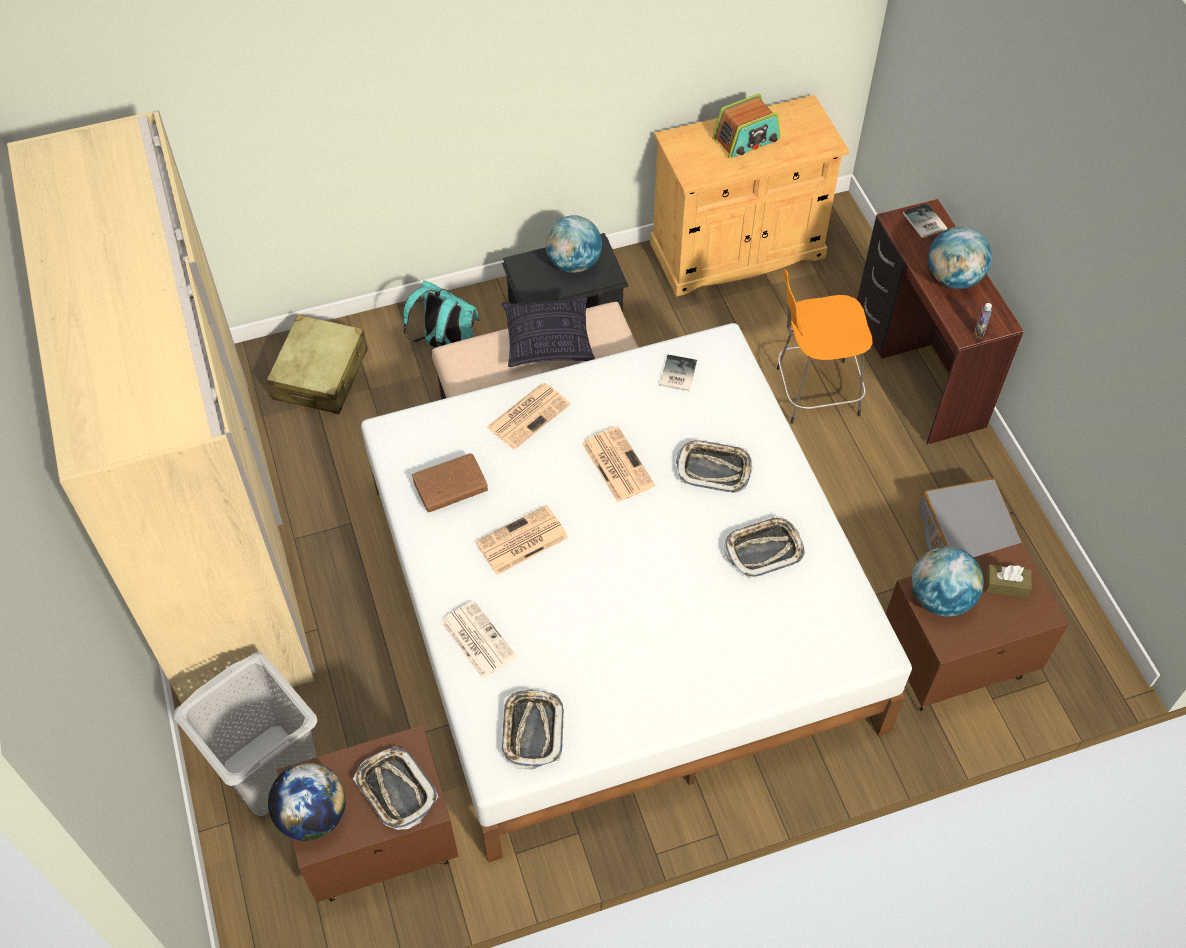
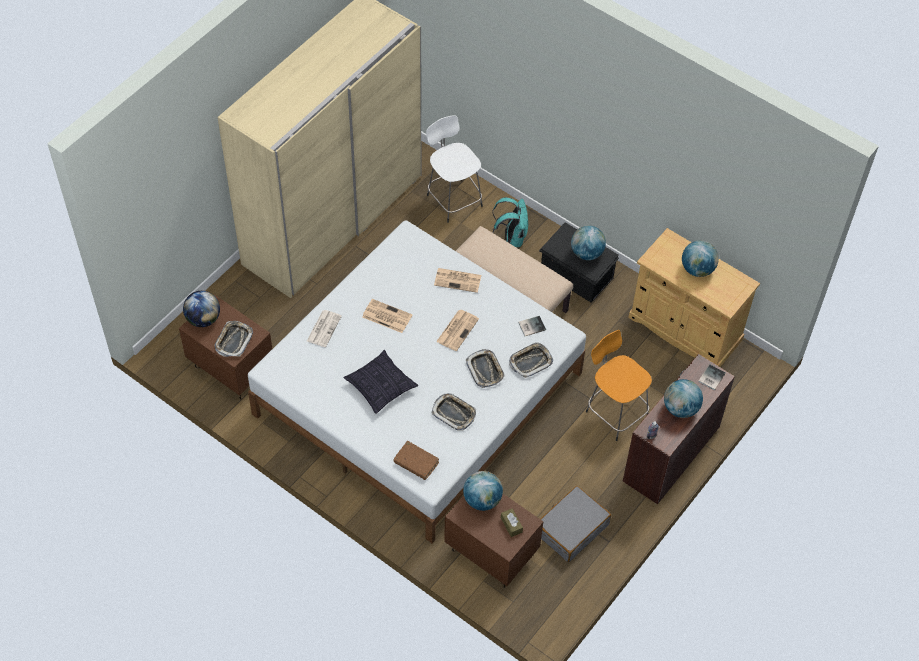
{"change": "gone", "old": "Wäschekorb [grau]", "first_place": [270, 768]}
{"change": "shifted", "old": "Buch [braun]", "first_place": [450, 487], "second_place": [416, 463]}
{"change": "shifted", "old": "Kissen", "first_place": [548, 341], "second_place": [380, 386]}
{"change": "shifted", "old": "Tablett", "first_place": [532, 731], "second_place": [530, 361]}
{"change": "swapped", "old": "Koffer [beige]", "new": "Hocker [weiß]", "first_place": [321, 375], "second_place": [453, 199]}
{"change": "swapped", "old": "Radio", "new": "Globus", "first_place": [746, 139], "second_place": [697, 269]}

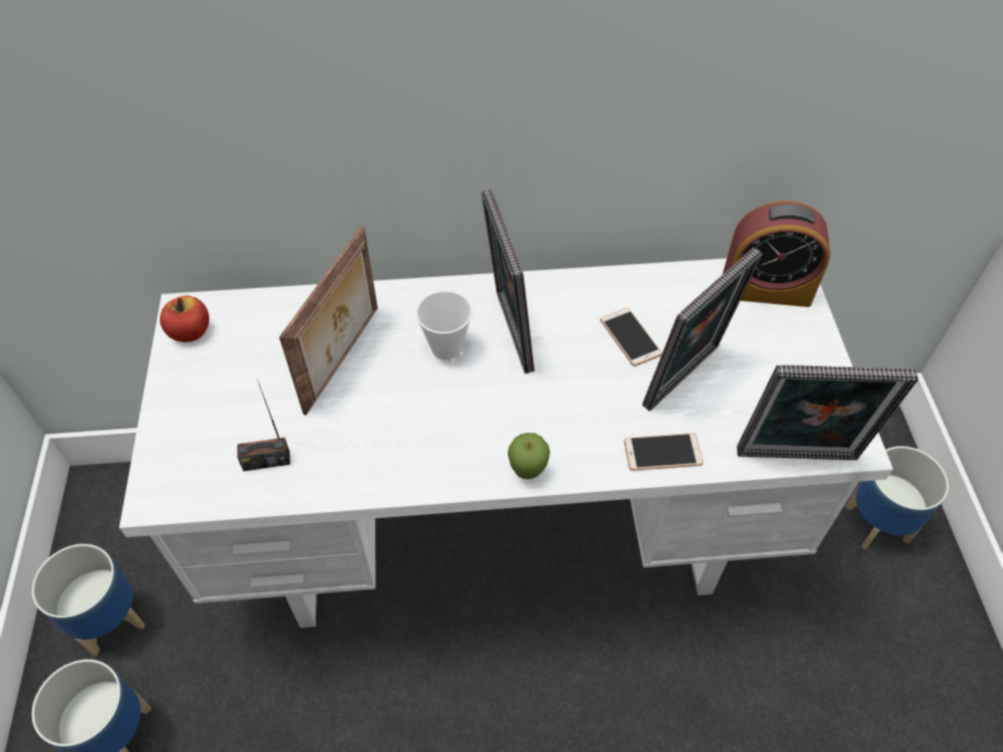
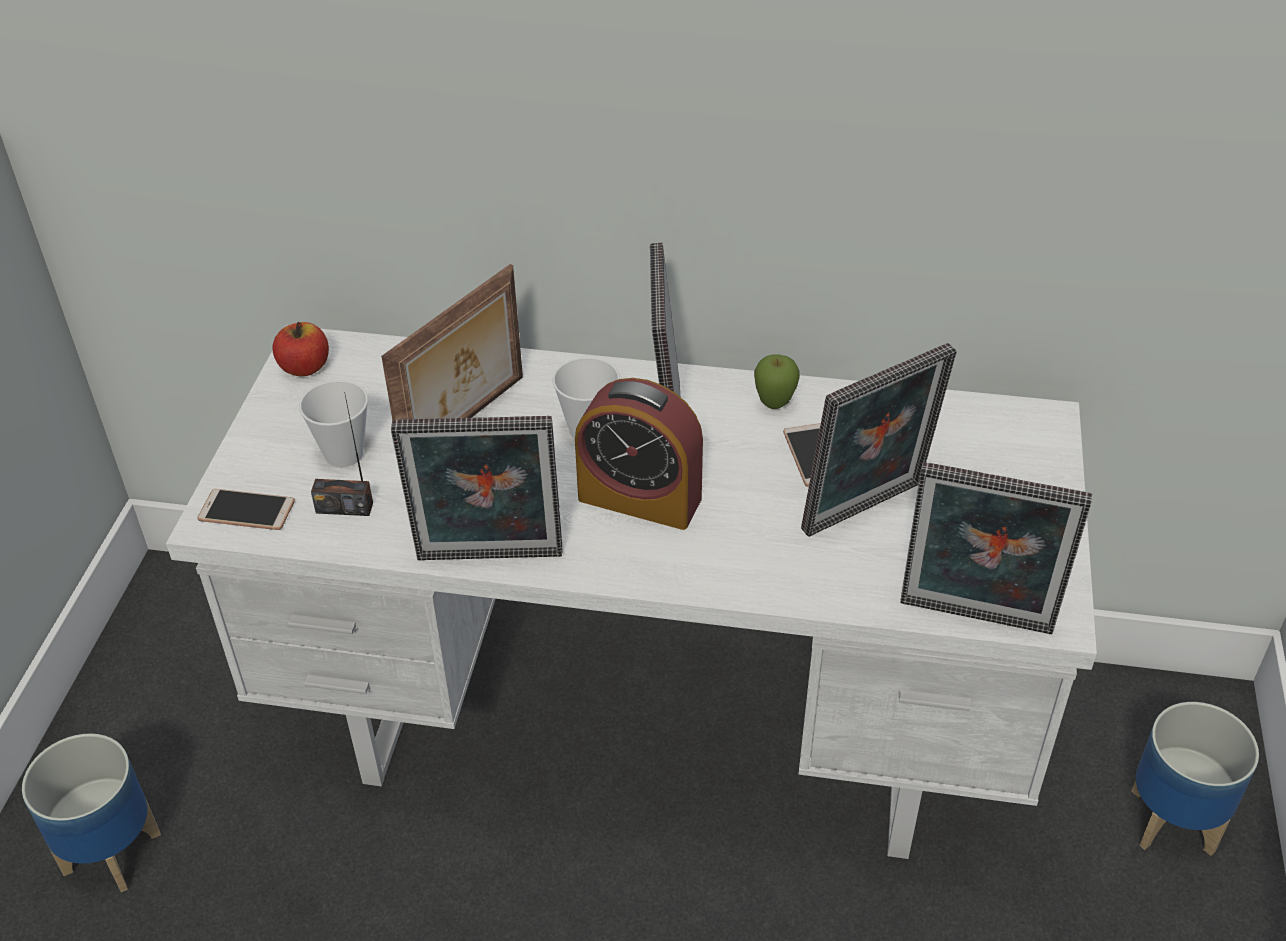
{"change": "gone", "old": "Pflanzkübel", "first_place": [111, 620]}
{"change": "new", "new": "Tasse", "second_place": [344, 454]}
{"change": "new", "new": "Bilderrahmen", "second_place": [489, 561]}
{"change": "shifted", "old": "Apfel", "first_place": [527, 472], "second_place": [774, 405]}
{"change": "shifted", "old": "Handy", "first_place": [662, 452], "second_place": [247, 511]}
{"change": "shifted", "old": "Wecker", "first_place": [766, 289], "second_place": [639, 499]}

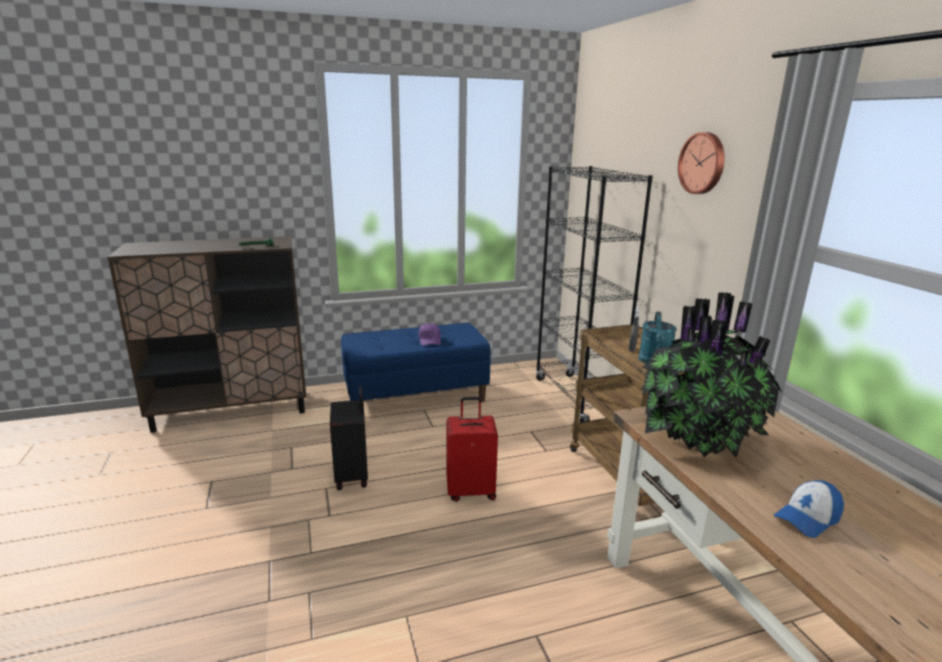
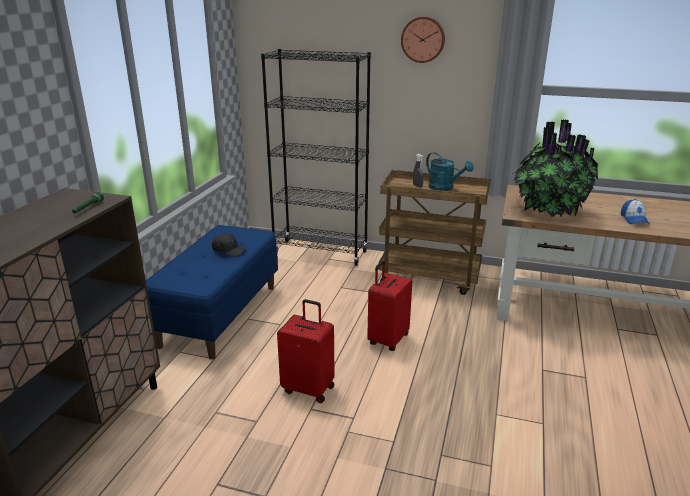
{"change": "repainted", "old": "Koffer [schwarz]", "new": "Koffer [rot]", "first_place": [353, 476], "second_place": [309, 388]}
{"change": "repainted", "old": "Kappe [lila]", "new": "Kappe [schwarz]", "first_place": [430, 340], "second_place": [229, 250]}

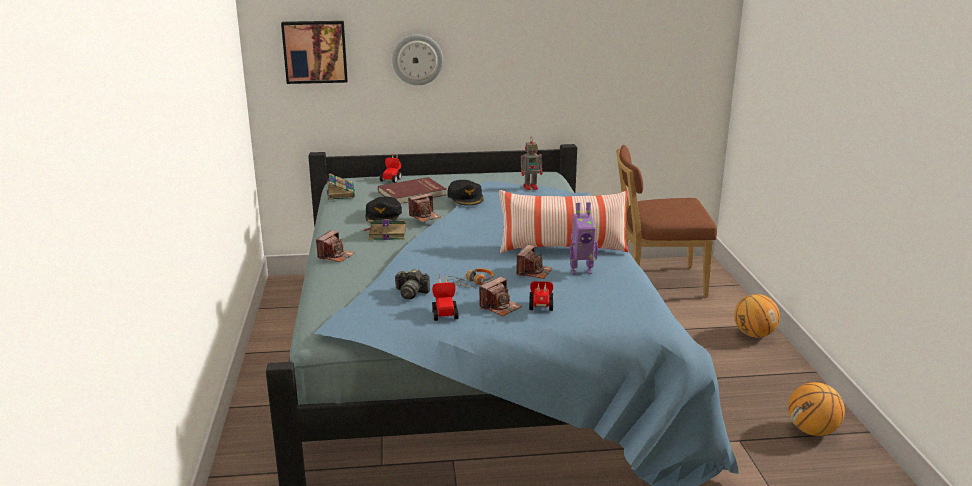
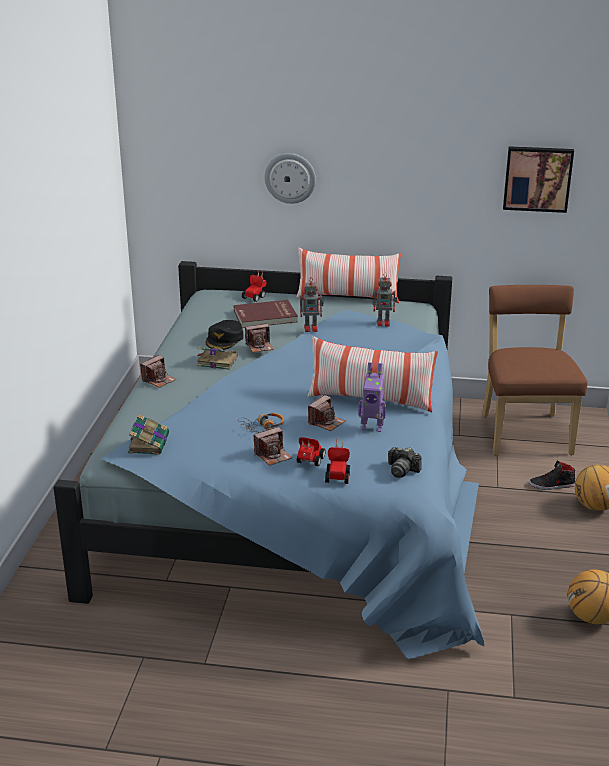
{"change": "new", "new": "Kissen", "second_place": [347, 297]}
{"change": "new", "new": "Schuh [schwarz]", "second_place": [552, 485]}
{"change": "shifted", "old": "Bild", "first_place": [315, 51], "second_place": [537, 178]}
{"change": "shifted", "old": "Buch", "first_place": [340, 193], "second_place": [149, 443]}
{"change": "shifted", "old": "Kamera", "first_place": [411, 293], "second_place": [402, 470]}
{"change": "shifted", "old": "Spielzeugauto", "first_place": [444, 312], "second_place": [338, 475]}
{"change": "swapped", "old": "Kappe [schwarz]", "new": "Spielzeugroboter", "first_place": [466, 197], "second_place": [311, 328]}
{"change": "rotated", "old": "Stuhl [braun]", "first_place": [656, 281], "second_place": [525, 431], "degrees": 75}

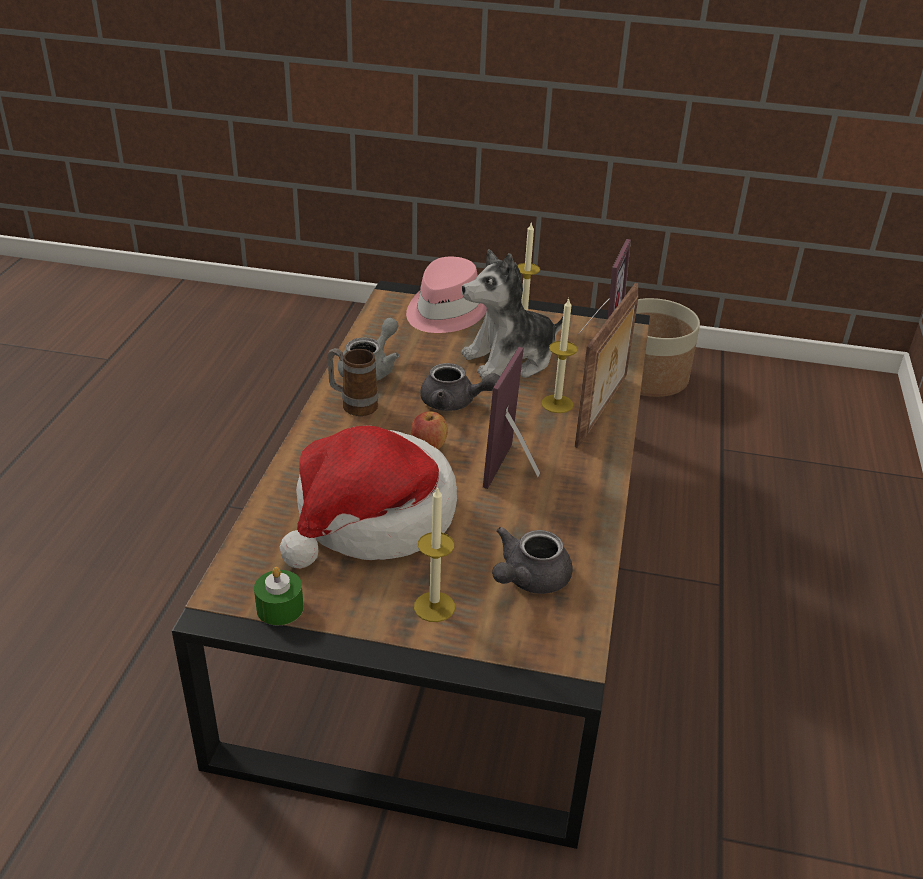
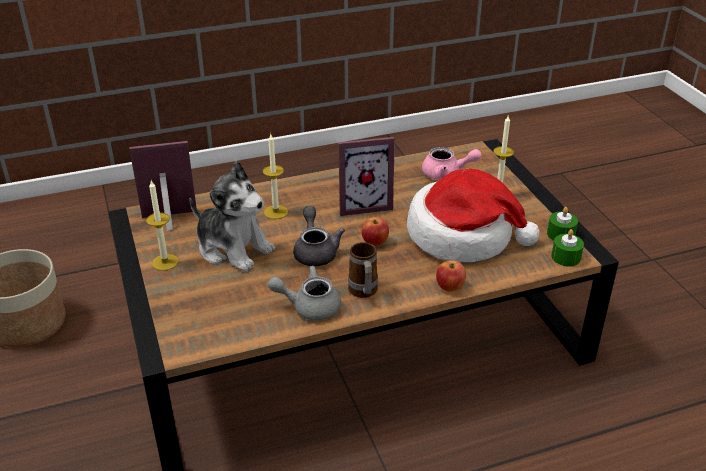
{"change": "gone", "old": "Hut [rosa]", "first_place": [445, 310]}
{"change": "gone", "old": "Bilderrahmen", "first_place": [602, 411]}
{"change": "new", "new": "Apfel", "second_place": [450, 287]}
{"change": "new", "new": "Kerze [grün]", "second_place": [566, 257]}
{"change": "repainted", "old": "Teekanne [grau]", "new": "Teekanne [rosa]", "first_place": [528, 579], "second_place": [446, 174]}

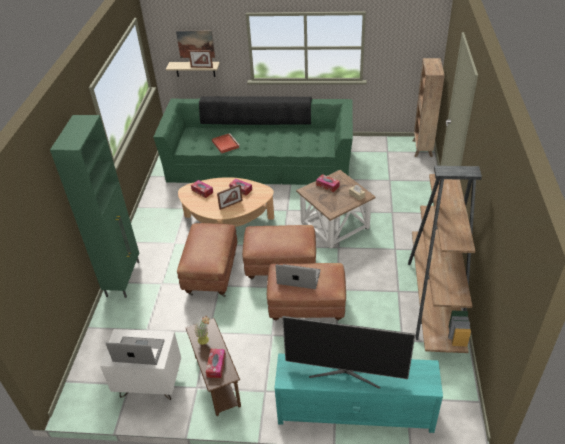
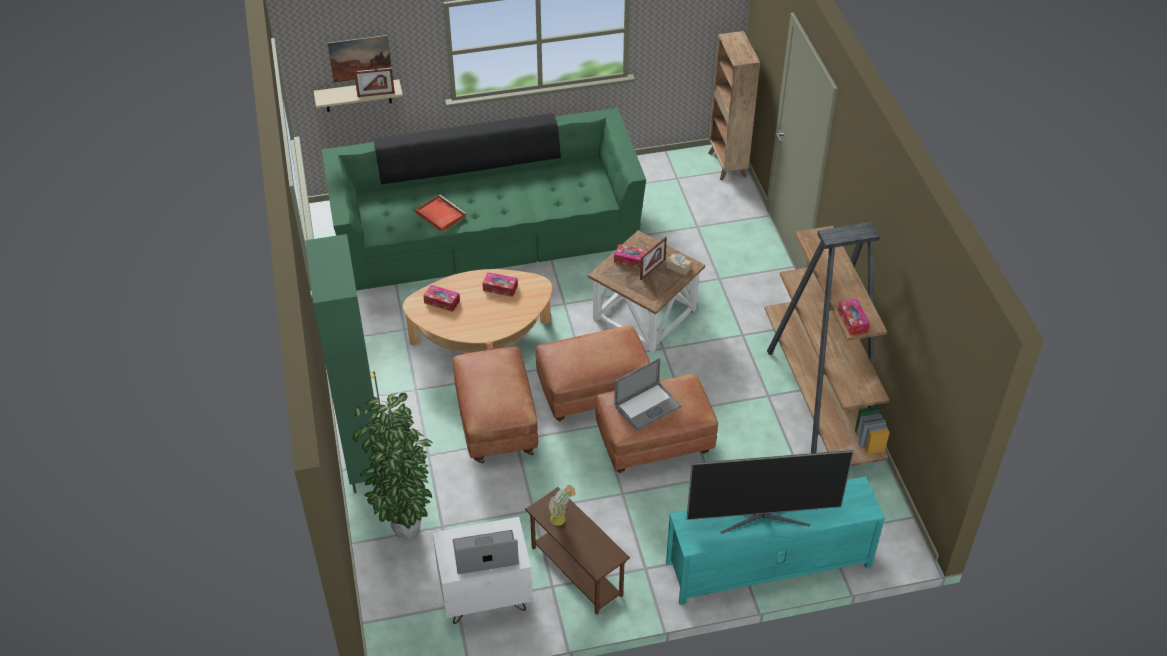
{"change": "new", "new": "Topfpflanze", "second_place": [404, 528]}
{"change": "shifted", "old": "Taschentuchbox", "first_place": [216, 366], "second_place": [852, 321]}
{"change": "shifted", "old": "Bilderrahmen", "first_place": [231, 205], "second_place": [652, 269]}
{"change": "rotated", "old": "Laptop", "first_place": [298, 277], "second_place": [647, 406], "degrees": 150}

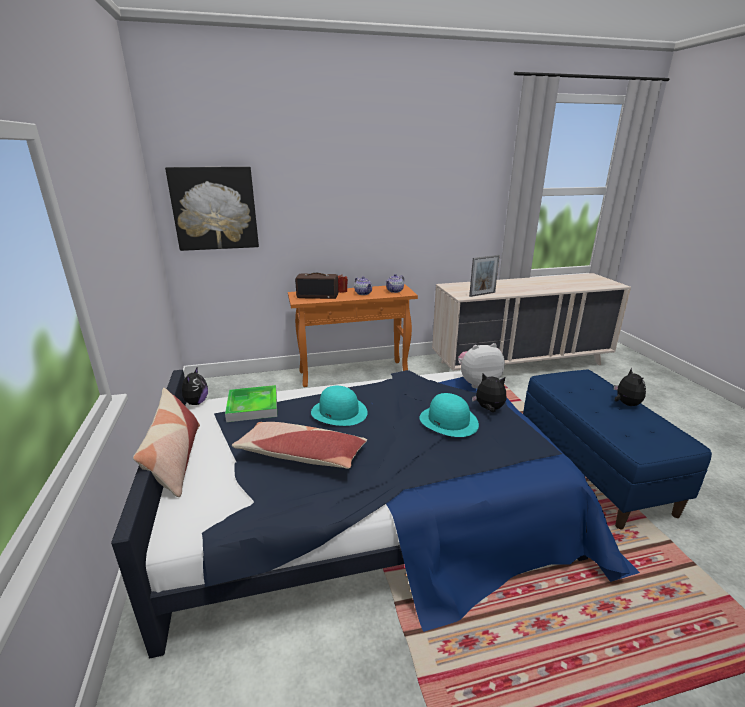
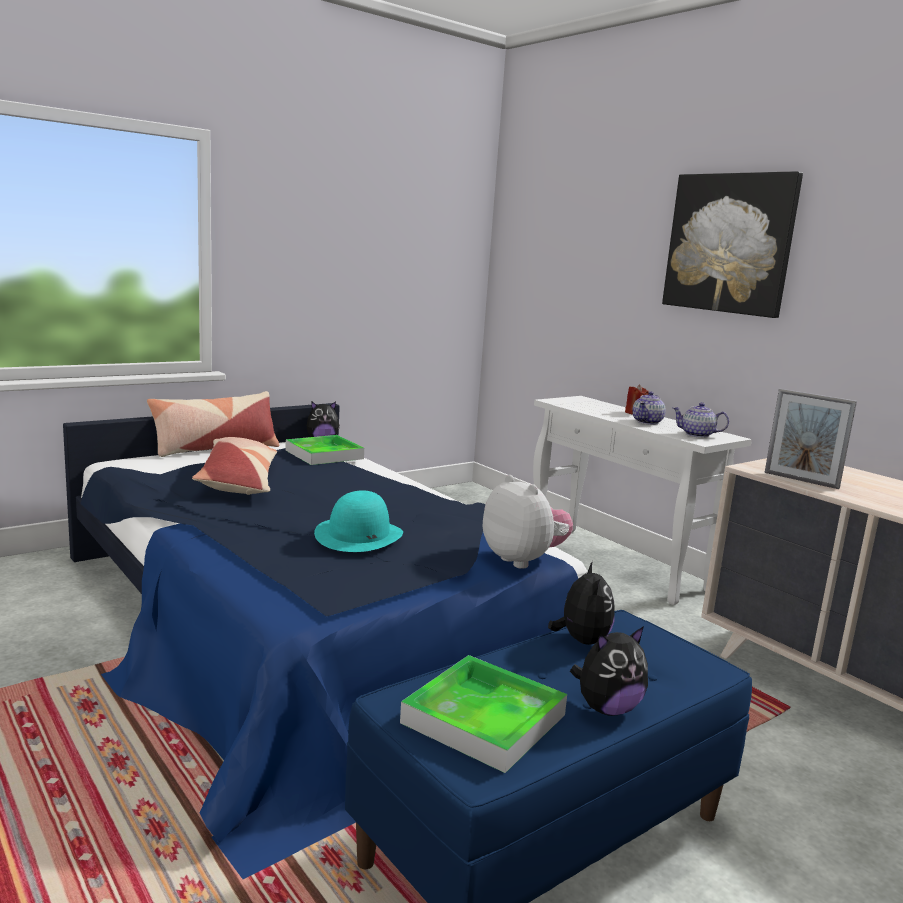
{"change": "gone", "old": "Radio", "first_place": [318, 296]}
{"change": "gone", "old": "Hut [türkis]", "first_place": [339, 412]}
{"change": "new", "new": "Tablett", "second_place": [484, 719]}
{"change": "shifted", "old": "Bild", "first_place": [214, 208], "second_place": [730, 243]}
{"change": "shifted", "old": "Plüschtier", "first_place": [489, 409], "second_place": [581, 640]}
{"change": "repainted", "old": "Konsolentisch [orange]", "new": "Konsolentisch [weiß]", "first_place": [354, 373], "second_place": [618, 564]}

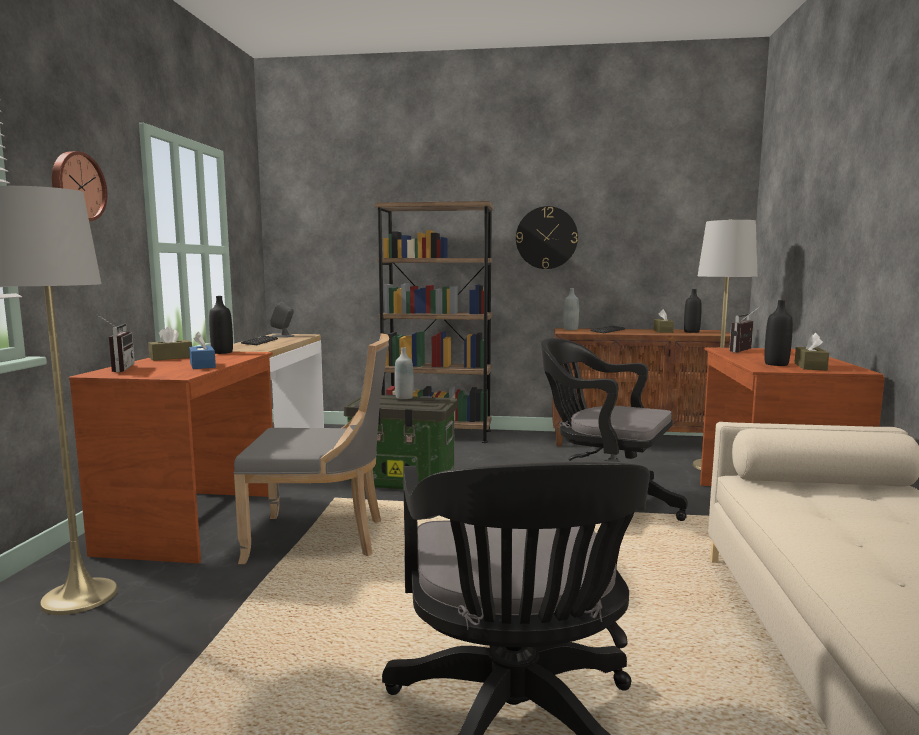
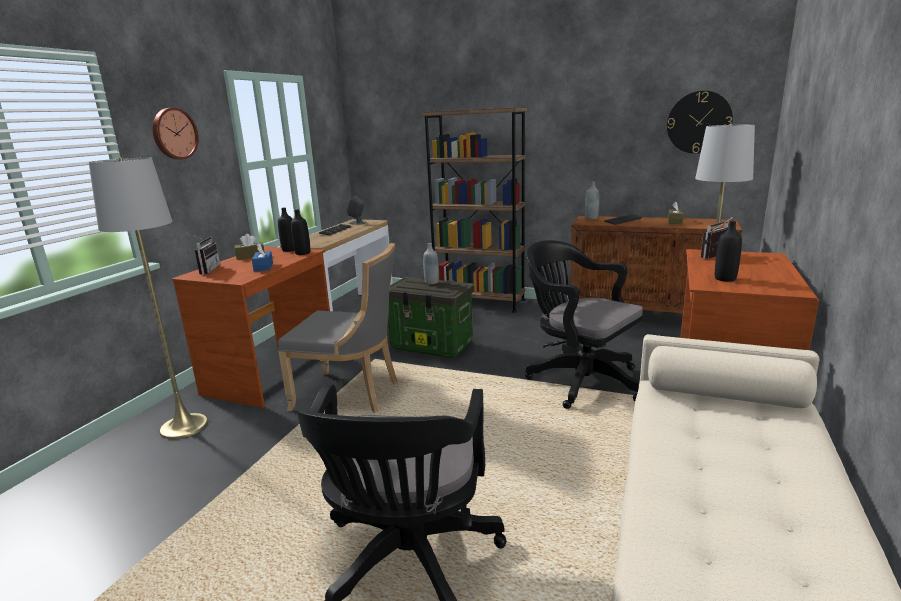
{"change": "gone", "old": "Taschentuchbox [braun]", "first_place": [810, 366]}
{"change": "shifted", "old": "Wanduhr", "first_place": [546, 238], "second_place": [699, 122]}
{"change": "shifted", "old": "Flasche [schwarz]", "first_place": [691, 332], "second_place": [302, 253]}

